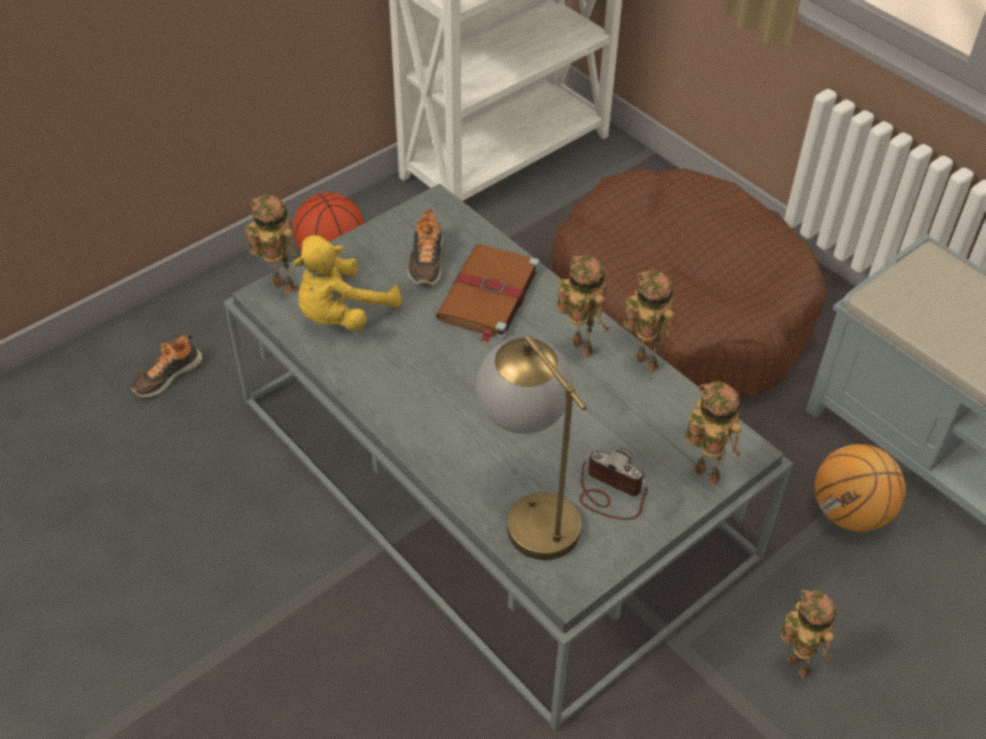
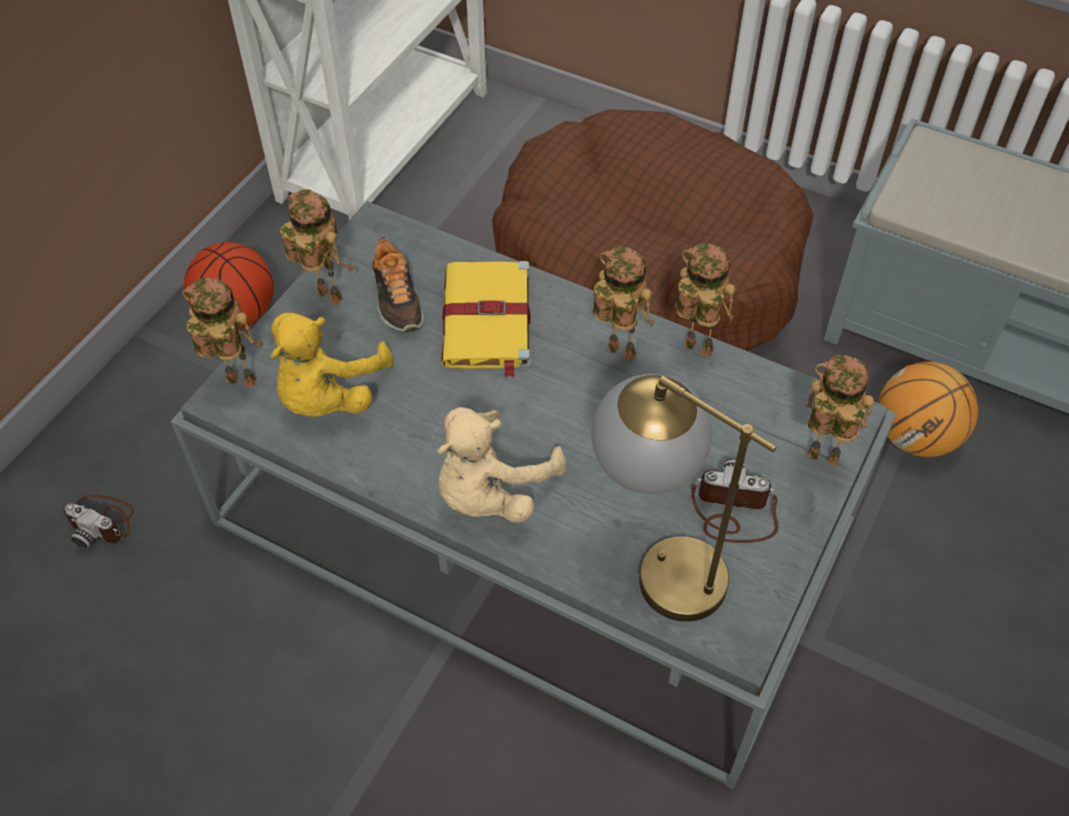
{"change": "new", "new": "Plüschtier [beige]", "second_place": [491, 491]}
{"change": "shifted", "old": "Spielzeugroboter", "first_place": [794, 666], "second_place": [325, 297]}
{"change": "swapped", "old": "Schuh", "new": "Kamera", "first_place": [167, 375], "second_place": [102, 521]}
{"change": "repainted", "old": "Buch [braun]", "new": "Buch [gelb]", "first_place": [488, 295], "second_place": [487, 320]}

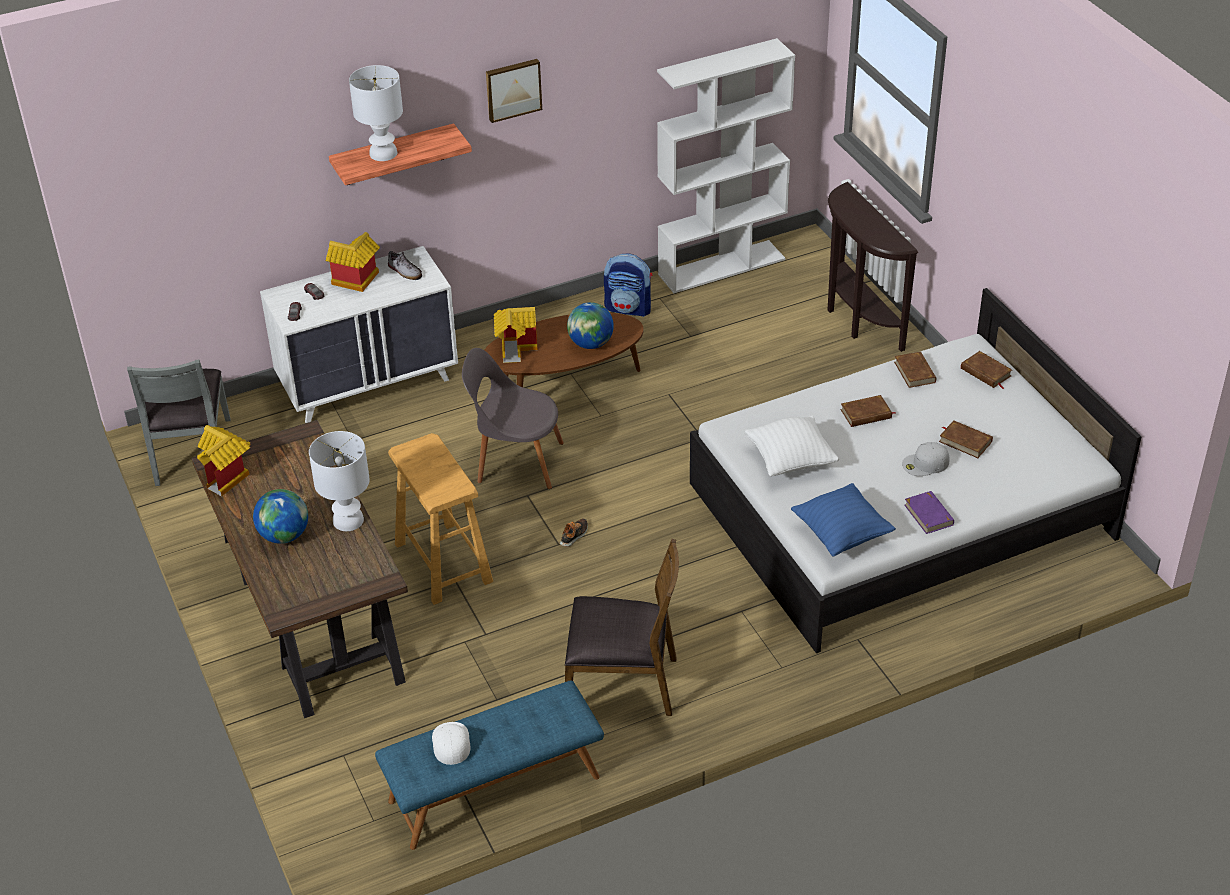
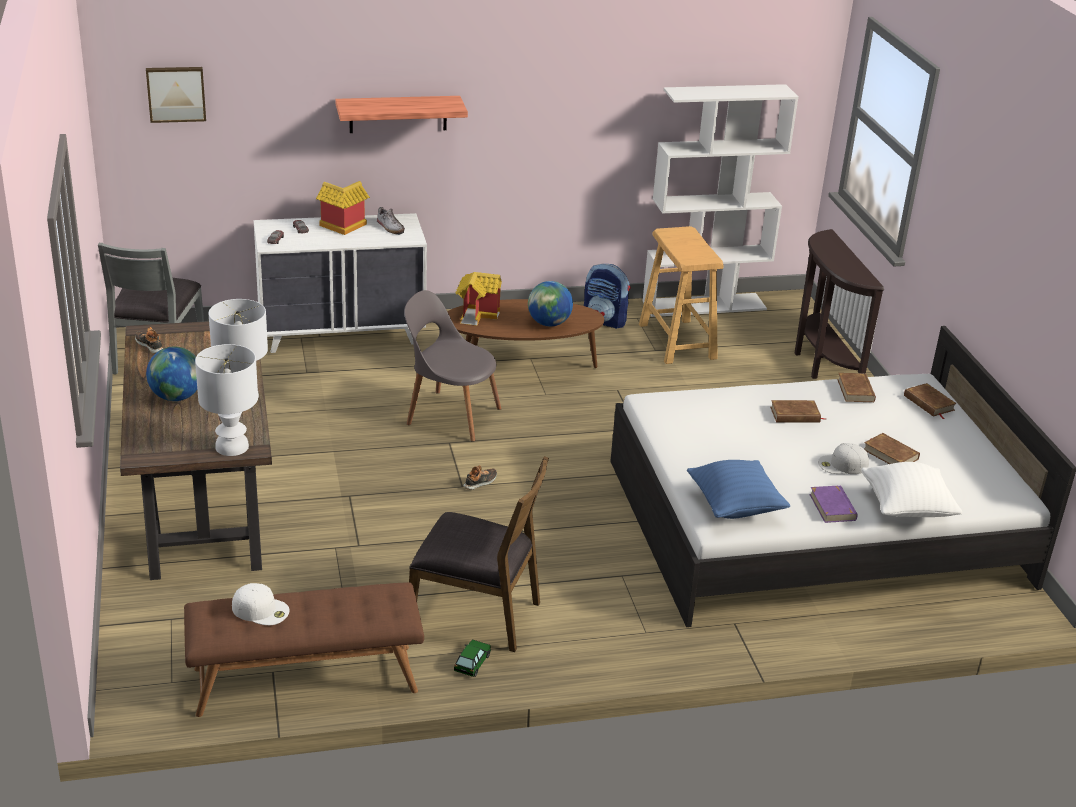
{"change": "new", "new": "Spielzeugauto", "second_place": [472, 663]}
{"change": "shifted", "old": "Tischlampe [weiß]", "first_place": [382, 153], "second_place": [231, 447]}
{"change": "shifted", "old": "Hocker [beige]", "first_place": [443, 563], "second_place": [677, 342]}
{"change": "shifted", "old": "Bild", "first_place": [513, 89], "second_place": [176, 93]}
{"change": "shifted", "old": "Kissen [weiß]", "first_place": [790, 461], "second_place": [906, 509]}
{"change": "swapped", "old": "Spielzeughaus", "new": "Schuh", "first_place": [228, 478], "second_place": [150, 345]}
{"change": "repainted", "old": "Bank [blau]", "new": "Bank [braun]", "first_place": [494, 790], "second_place": [305, 680]}
{"change": "rotated", "old": "Kappe [weiß]", "first_place": [450, 743], "second_place": [261, 609], "degrees": 105}

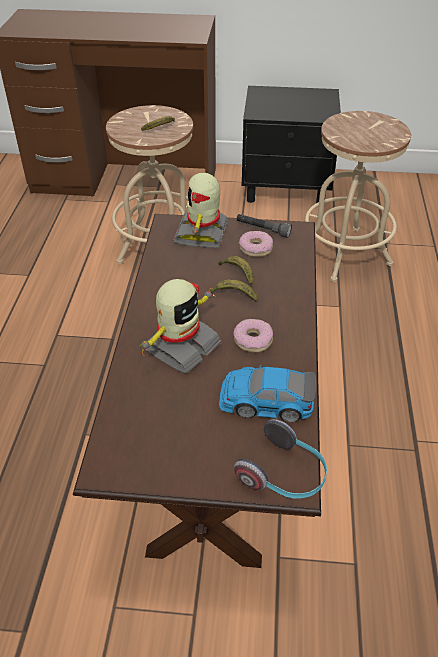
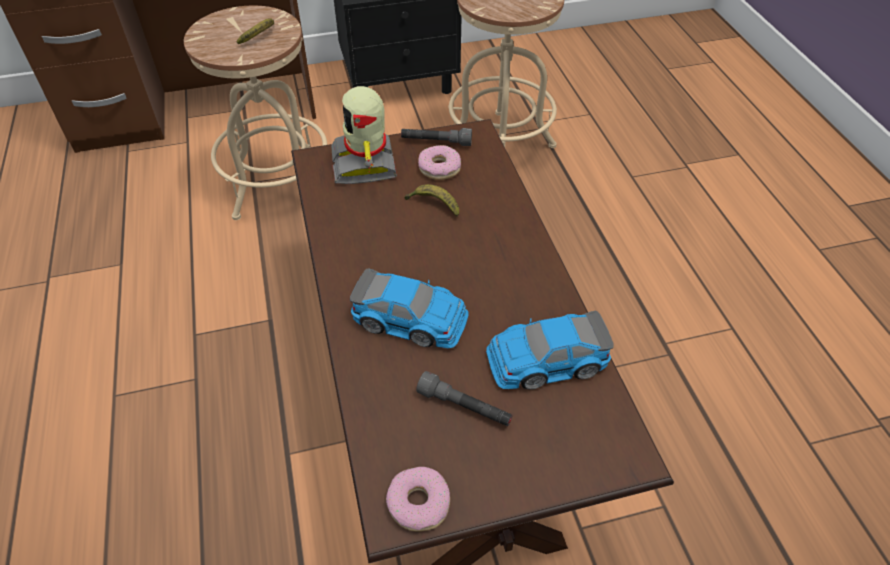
{"change": "gone", "old": "Banane", "first_place": [233, 295]}
{"change": "gone", "old": "Kopfhörer", "first_place": [284, 475]}
{"change": "new", "new": "Taschenlampe [grau]", "second_place": [464, 407]}
{"change": "shifted", "old": "Donut", "first_place": [253, 340], "second_place": [419, 503]}
{"change": "swapped", "old": "Spielzeugroboter", "new": "Spielzeugauto", "first_place": [180, 346], "second_place": [411, 319]}

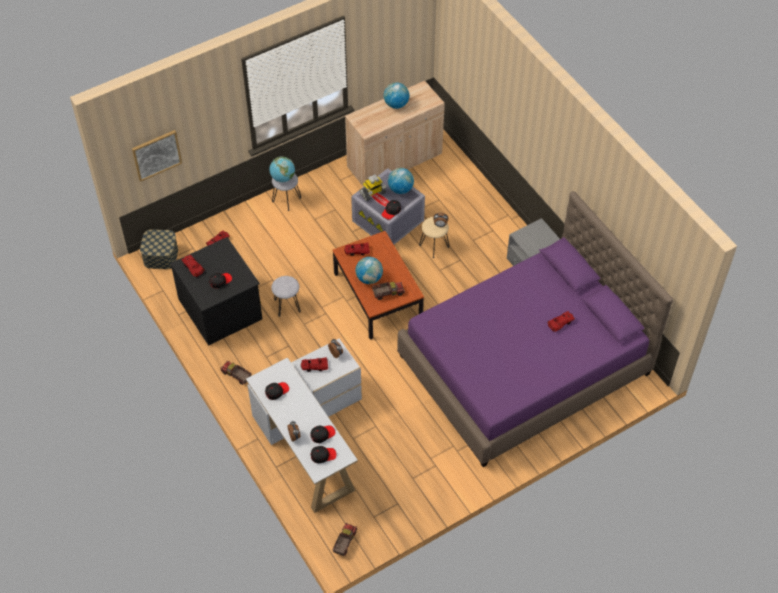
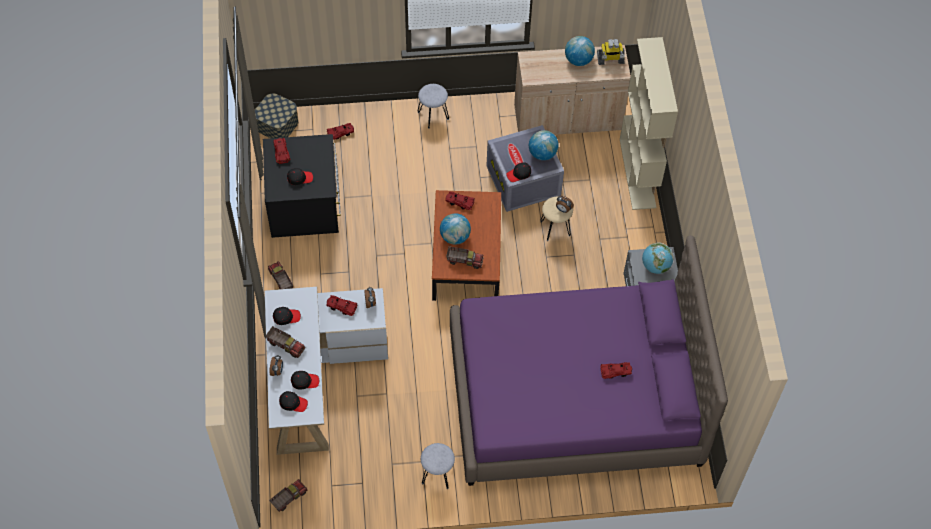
{"change": "gone", "old": "Bild", "first_place": [156, 155]}
{"change": "new", "new": "Spielzeuglaster", "second_place": [286, 345]}
{"change": "new", "new": "Bücherregal [beige]", "second_place": [638, 173]}
{"change": "shifted", "old": "Globus", "first_place": [283, 178], "second_place": [655, 266]}
{"change": "shifted", "old": "Hocker [grau]", "first_place": [287, 305], "second_place": [437, 474]}
{"change": "shifted", "old": "Spielzeugroboter", "first_place": [372, 193], "second_place": [610, 59]}

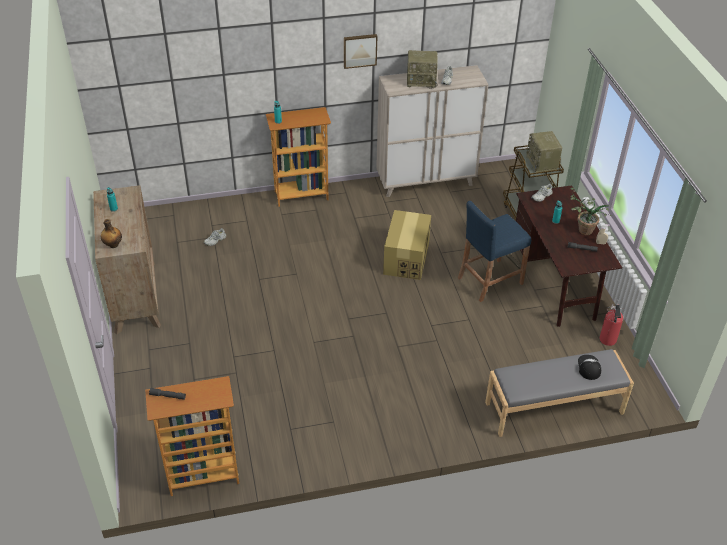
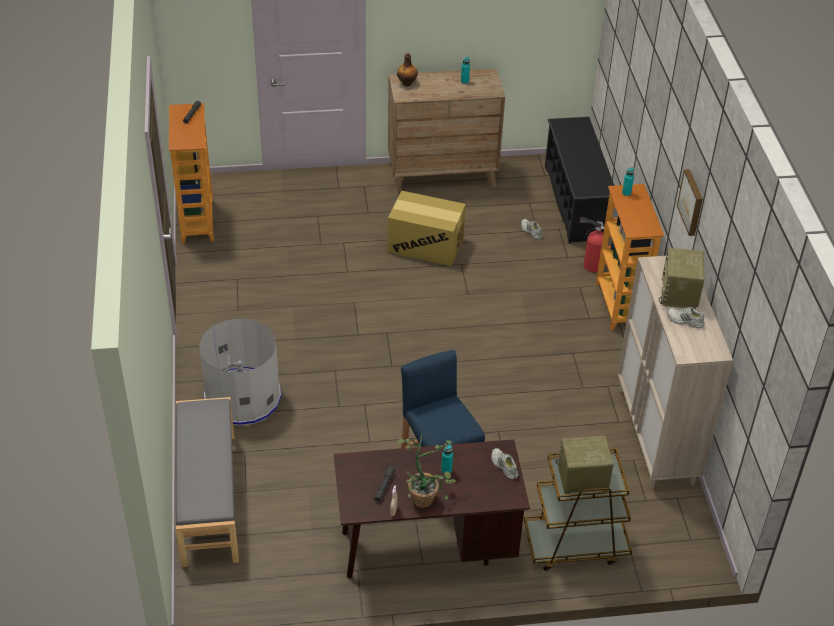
{"change": "gone", "old": "Kappe", "first_place": [588, 367]}
{"change": "new", "new": "Mülleimer [grau]", "second_place": [242, 398]}
{"change": "new", "new": "Schuhregal [schwarz]", "second_place": [575, 202]}
{"change": "shifted", "old": "Karton", "first_place": [406, 258], "second_place": [426, 245]}
{"change": "shifted", "old": "Feuerlöscher", "first_place": [607, 340], "second_place": [590, 265]}

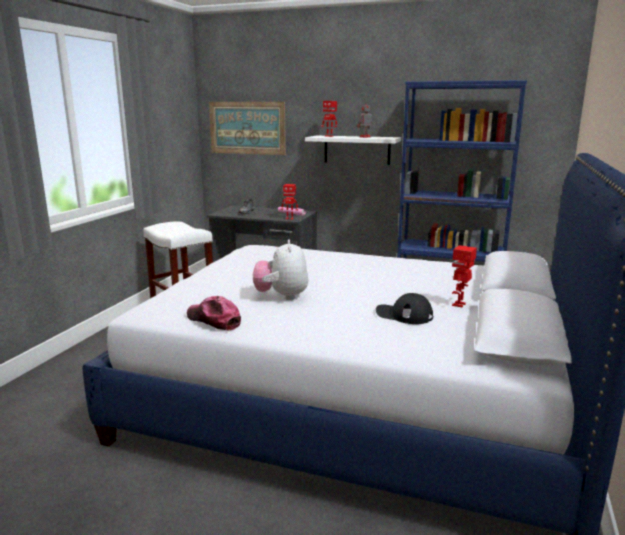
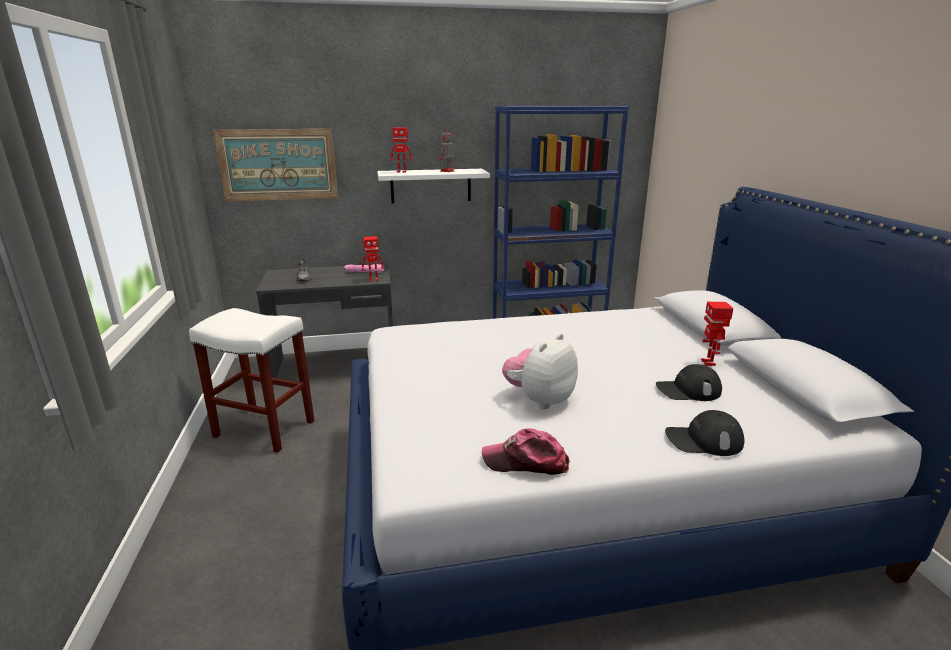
{"change": "new", "new": "Kappe [schwarz]", "second_place": [703, 440]}
{"change": "rotated", "old": "Plüschtier", "first_place": [281, 296], "second_place": [539, 400], "degrees": 75}

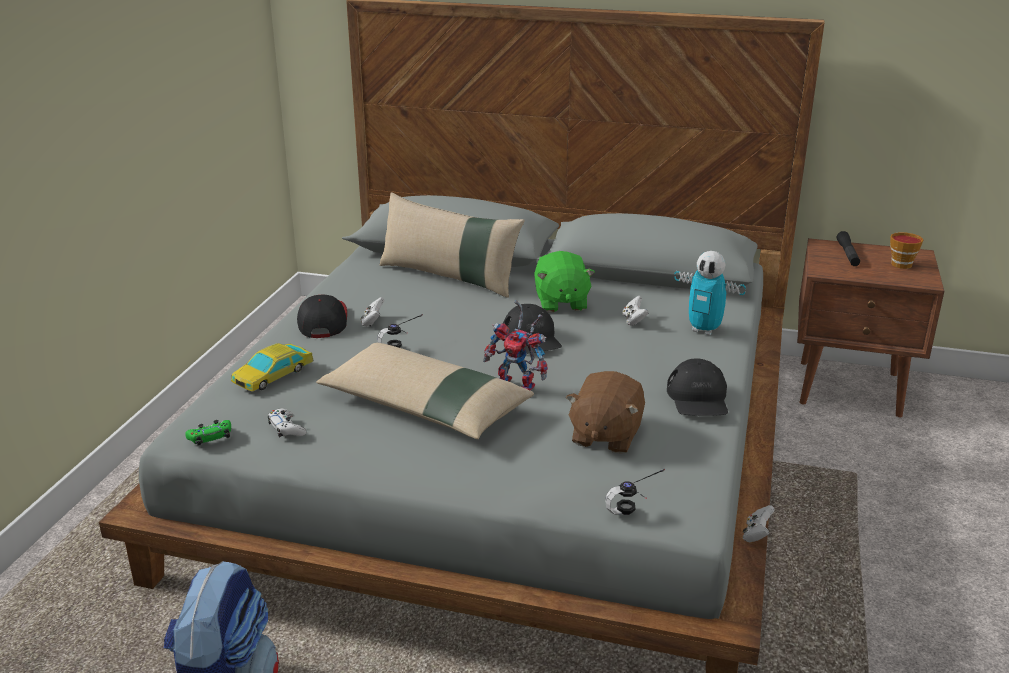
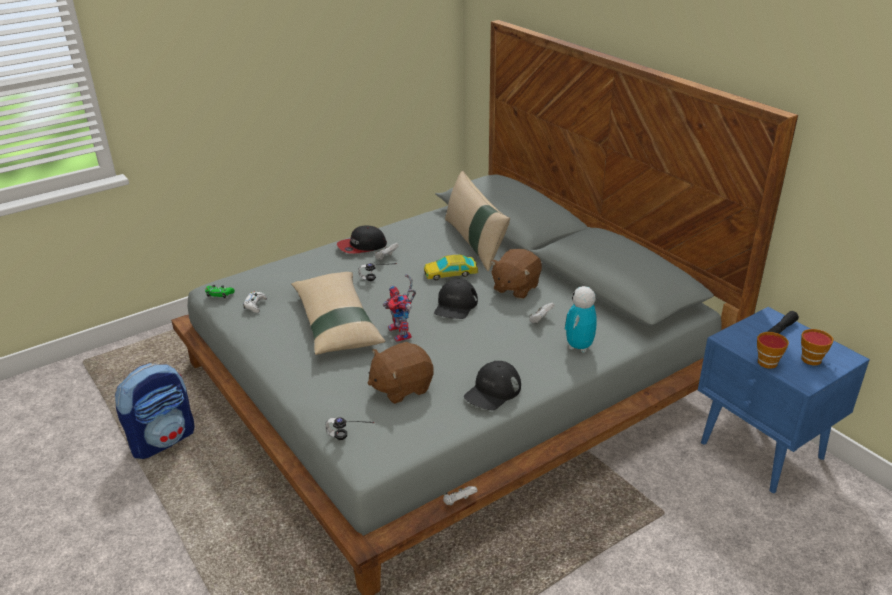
{"change": "new", "new": "Tasse", "second_place": [766, 361]}
{"change": "shifted", "old": "Spielzeugauto", "first_place": [273, 374], "second_place": [450, 273]}
{"change": "repainted", "old": "Plüschtier [grün]", "new": "Plüschtier [braun]", "first_place": [561, 302], "second_place": [515, 288]}
{"change": "repainted", "old": "Nachttisch [braun]", "new": "Nachttisch [blau]", "first_place": [851, 389], "second_place": [762, 451]}
{"change": "rotated", "old": "Kappe", "first_place": [322, 321], "second_place": [362, 246], "degrees": -150}
{"change": "rotated", "old": "Spielzeugroboter", "first_place": [704, 330], "second_place": [579, 347], "degrees": 45}

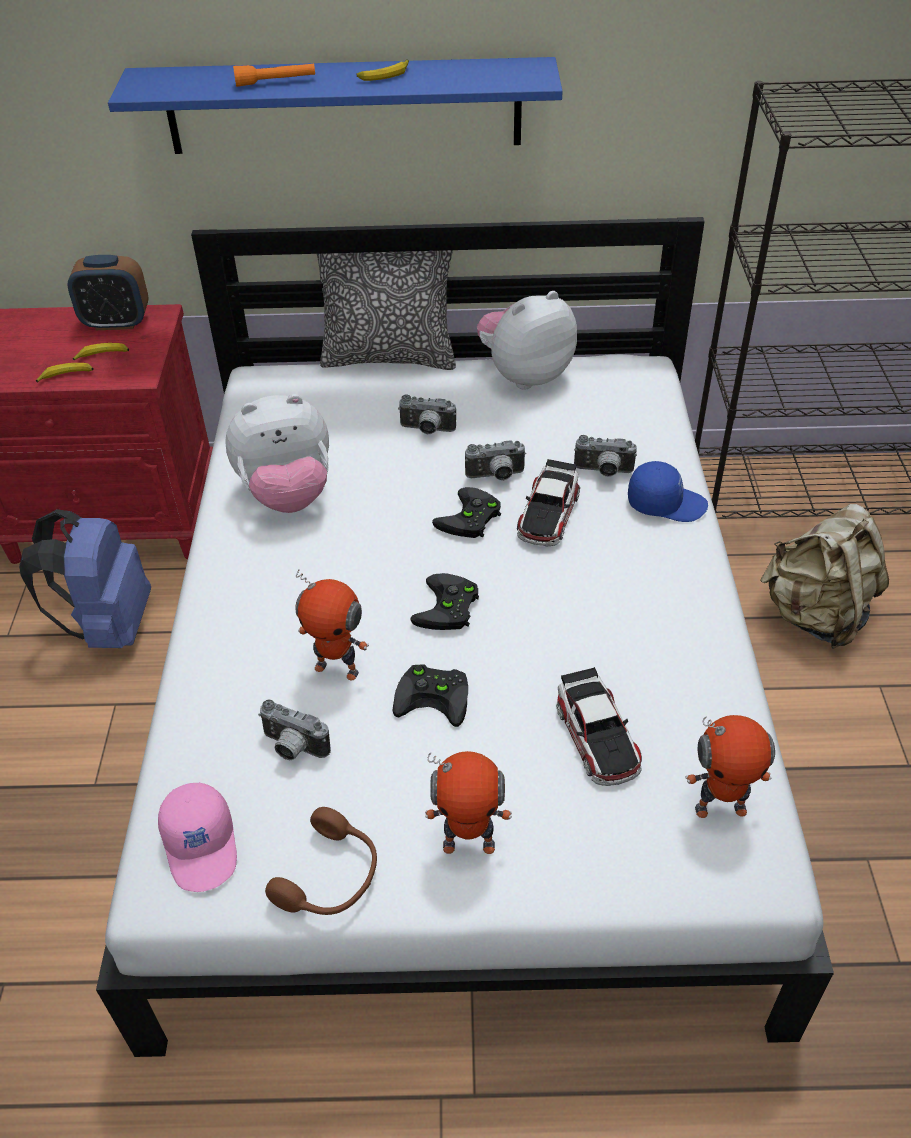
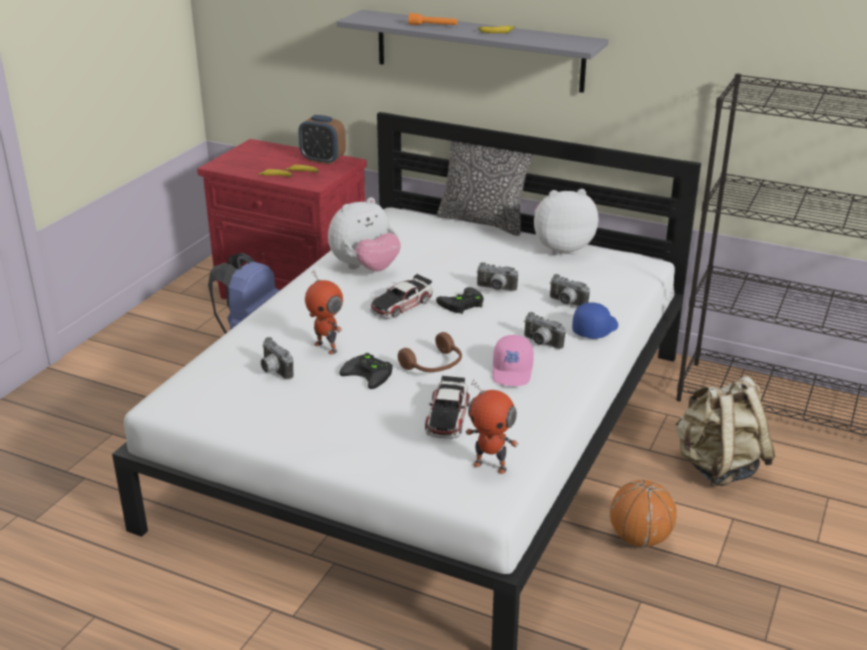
{"change": "gone", "old": "Gamepad [schwarz]", "first_place": [448, 609]}
{"change": "gone", "old": "Spielzeugroboter", "first_place": [469, 843]}
{"change": "new", "new": "Basketball", "second_place": [640, 538]}
{"change": "shifted", "old": "Kappe [rosa]", "first_place": [202, 846], "second_place": [513, 371]}
{"change": "shifted", "old": "Kopfhörer [braun]", "first_place": [331, 877], "second_place": [434, 365]}
{"change": "shifted", "old": "Kamera", "first_place": [427, 430], "second_place": [541, 343]}
{"change": "shifted", "old": "Spielzeugauto", "first_place": [548, 513], "second_place": [401, 304]}
{"change": "repainted", "old": "Wandregal [blau]", "new": "Wandregal [grau]", "first_place": [344, 106], "second_place": [478, 50]}
{"change": "rotated", "old": "Plüschtier", "first_place": [287, 495], "second_place": [365, 268], "degrees": -45}
{"change": "rotated", "old": "Kappe [blau]", "first_place": [666, 503], "second_place": [594, 328], "degrees": -90}

